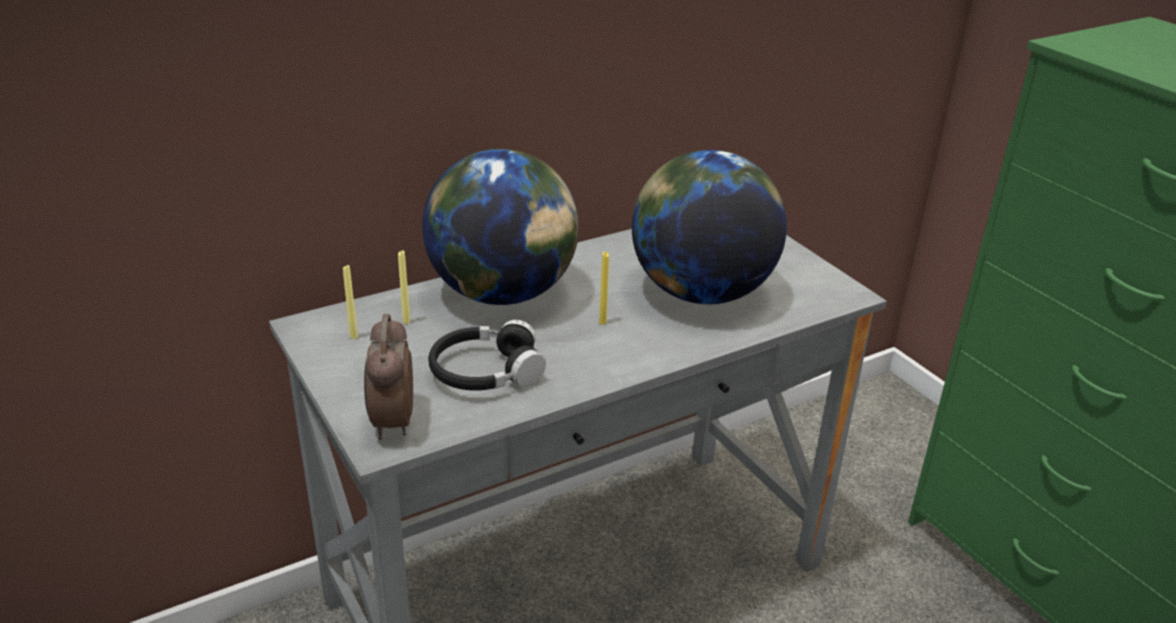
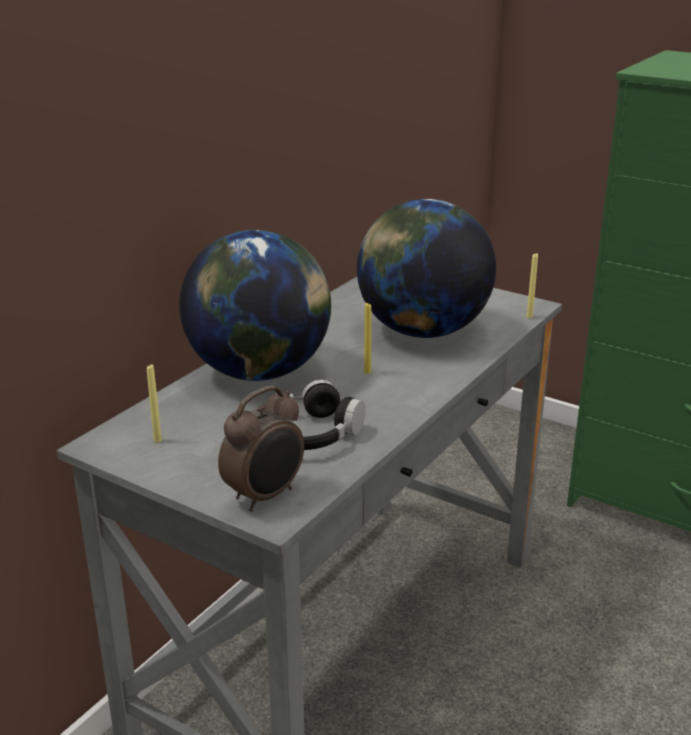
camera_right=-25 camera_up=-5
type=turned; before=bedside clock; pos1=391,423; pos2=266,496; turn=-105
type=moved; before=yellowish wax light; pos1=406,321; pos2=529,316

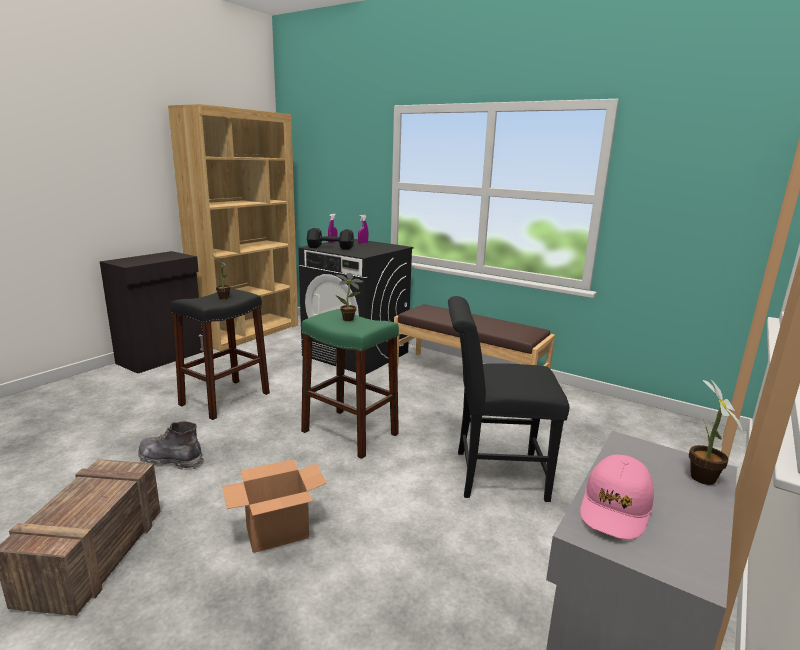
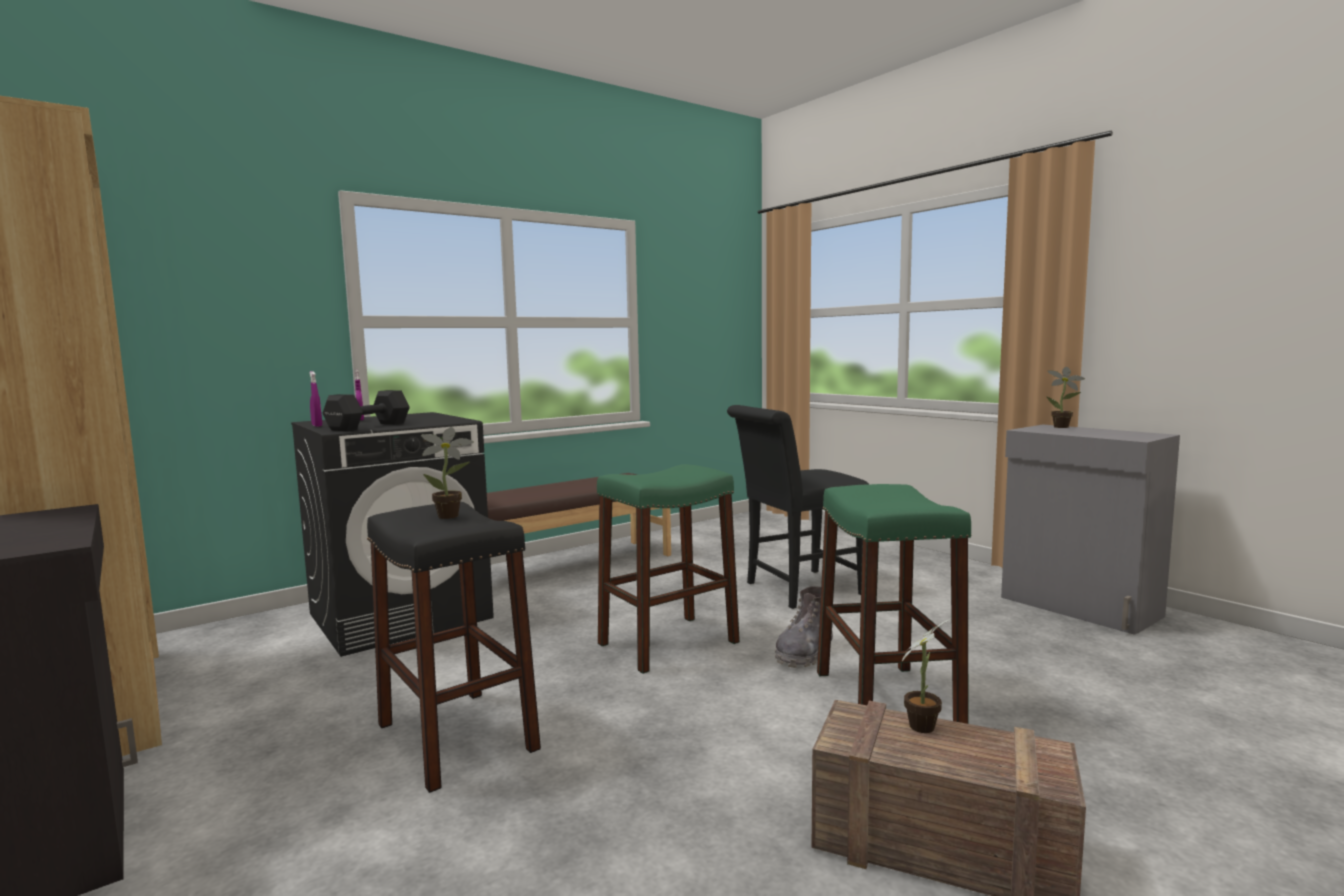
camera_right=-70 camera_up=-10
type=moved; before=gray boot; pos1=171,460; pos2=804,653
type=replaced; before=cardboard box; after=greenish stool seat; pos1=276,533; pos2=886,701
type=moved; before=plant in a pot; pos1=350,319; pos2=924,725
type=turned; before=black plain chair; pos1=492,475; pos2=796,590; turn=45
type=removed; before=pink-coloured cap; pos1=616,507

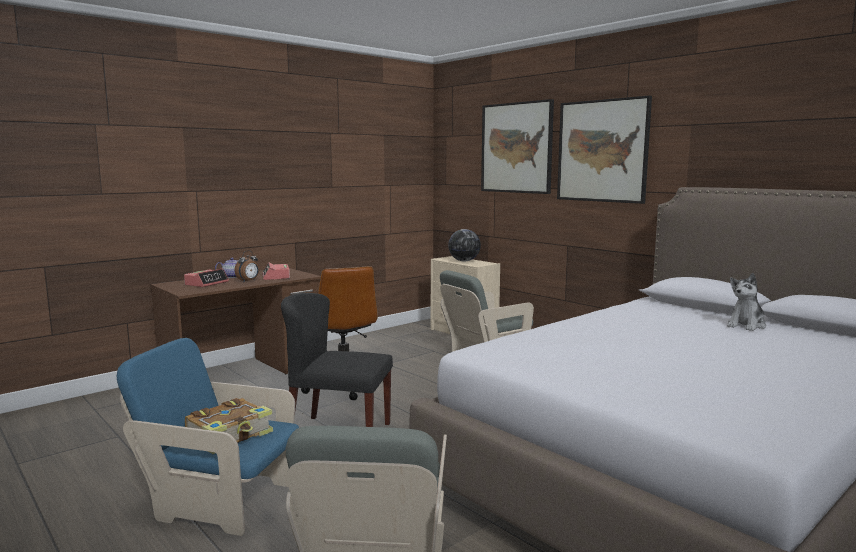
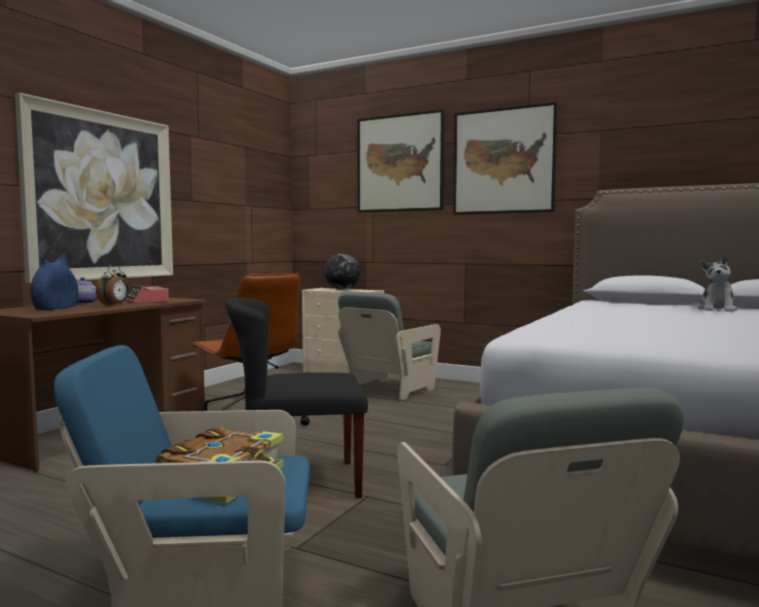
camera_right=-20 camera_up=-5
type=replaced; before=bedside clock; after=blue-coloured decorative vase; pos1=207,283; pos2=55,308
type=added; after=wall picture; pos2=101,196

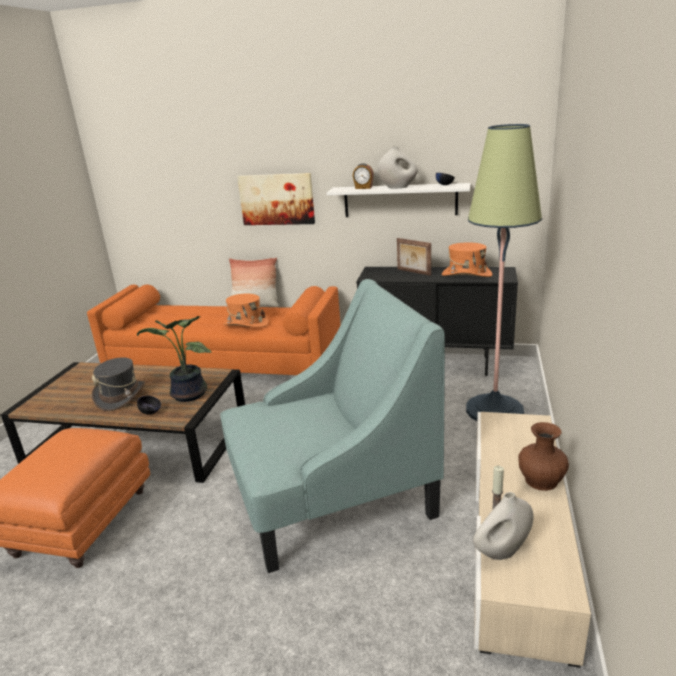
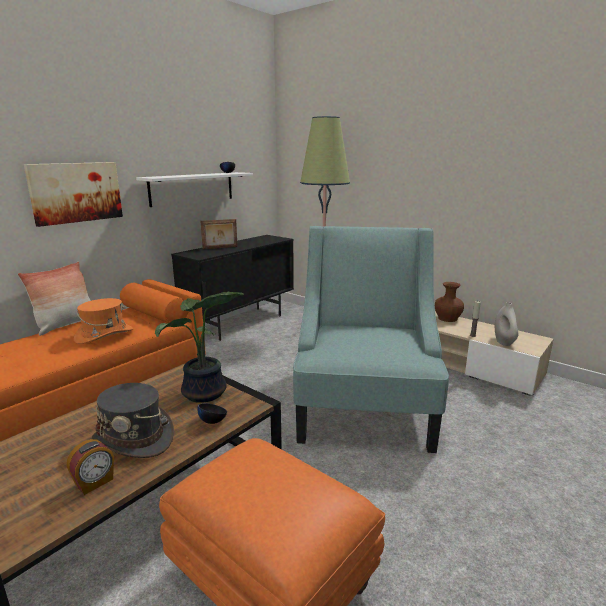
camera_right=-65 camera_up=-5
type=moved; before=bedside clock; pos1=363,188; pos2=95,483
type=removed; before=whitish decorative vase; pos1=398,187
type=removed; before=orange wearable hat; pos1=466,274

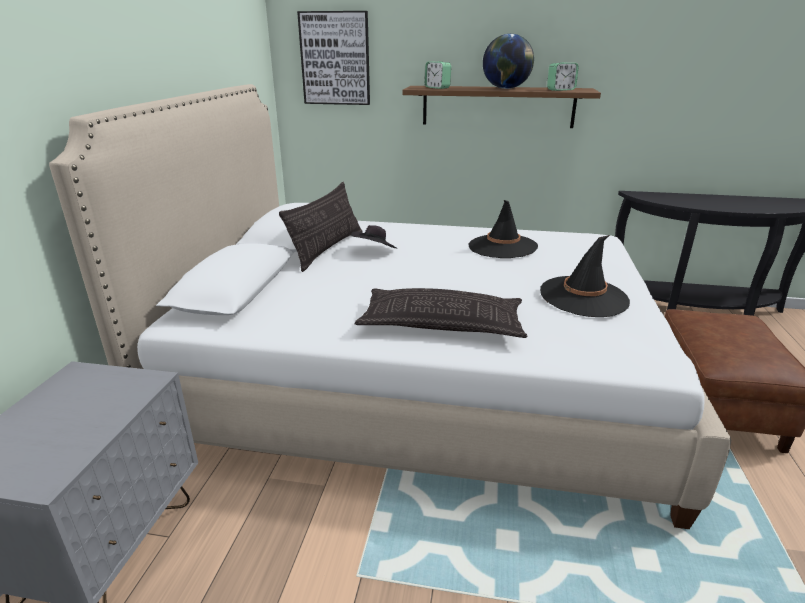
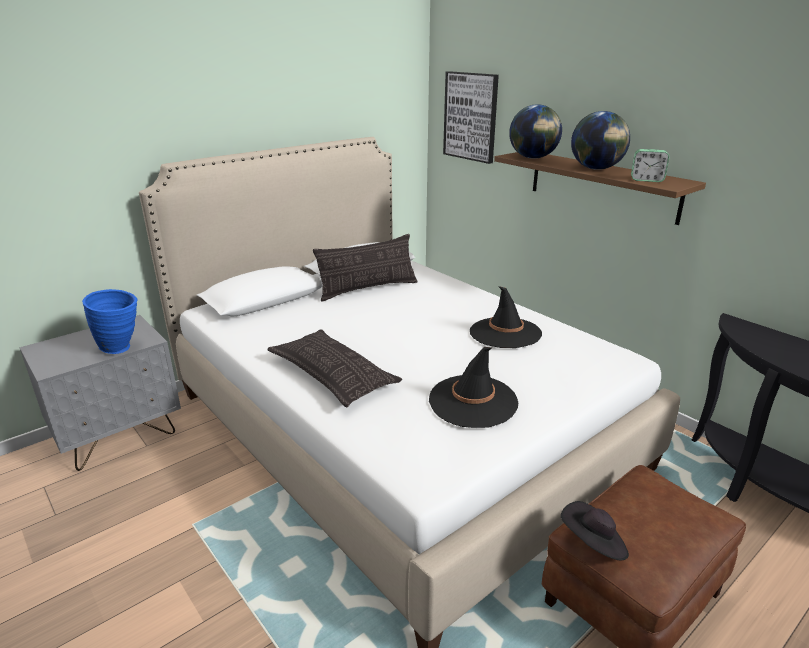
camera_right=40 camera_up=0
type=moved; before=black wearable hat; pos1=375,251; pos2=593,544
type=replaced; before=bedside clock; after=world globe; pos1=437,88; pos2=533,158
type=added; after=blue-coloured decorative vase; pos2=122,348

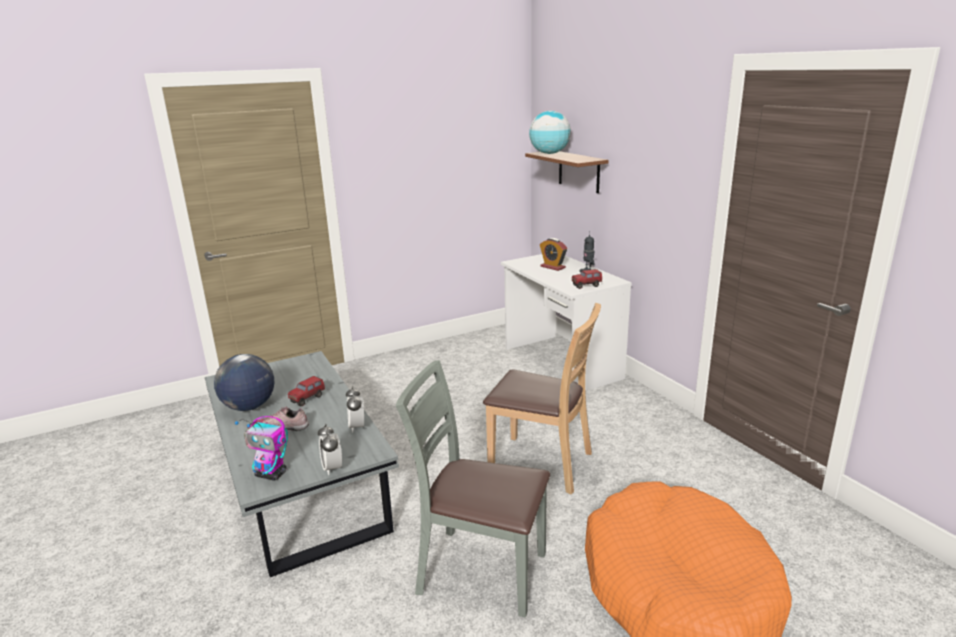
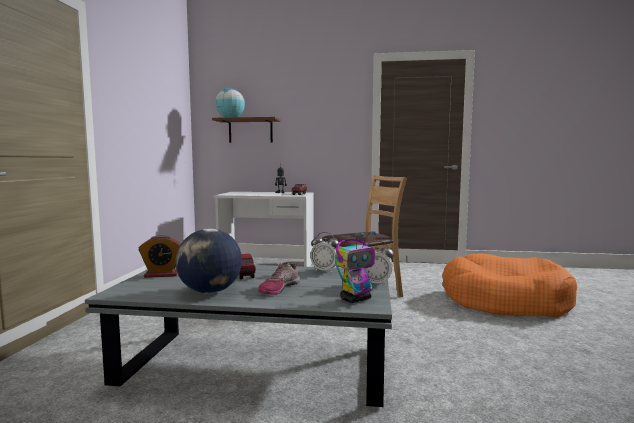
camera_right=-55 camera_up=-15
type=removed; before=gray plain chair; pos1=480,571
type=moved; before=bedside clock; pos1=553,267; pos2=162,274

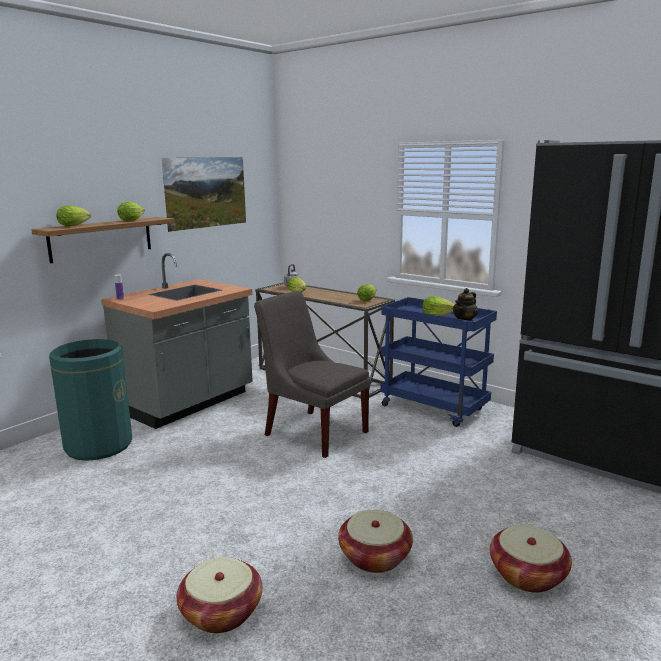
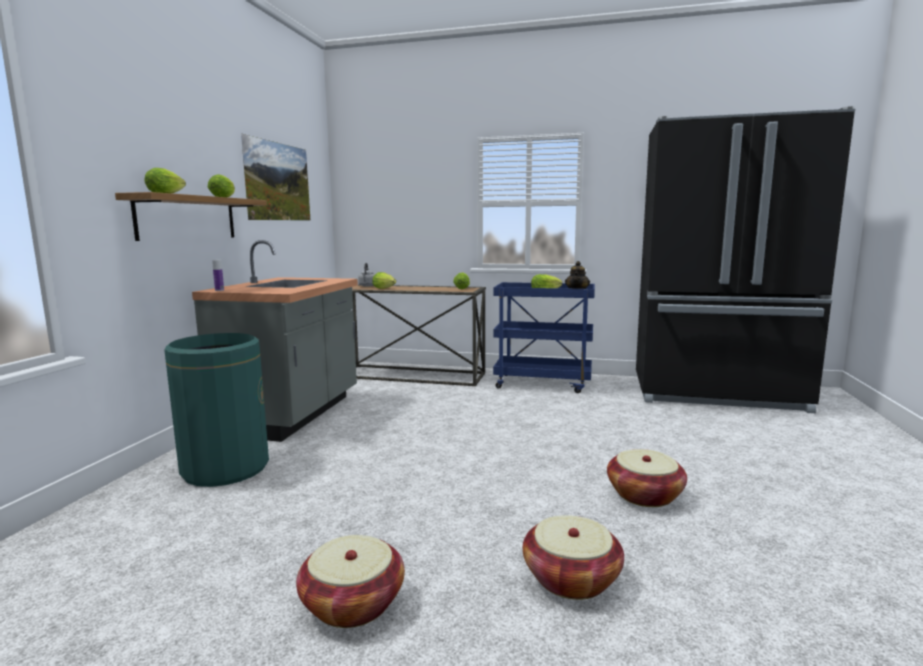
camera_right=-25 camera_up=-5
type=removed; before=gray plain chair; pos1=313,431
type=moved; before=storage basket; pos1=527,575; pos2=352,603

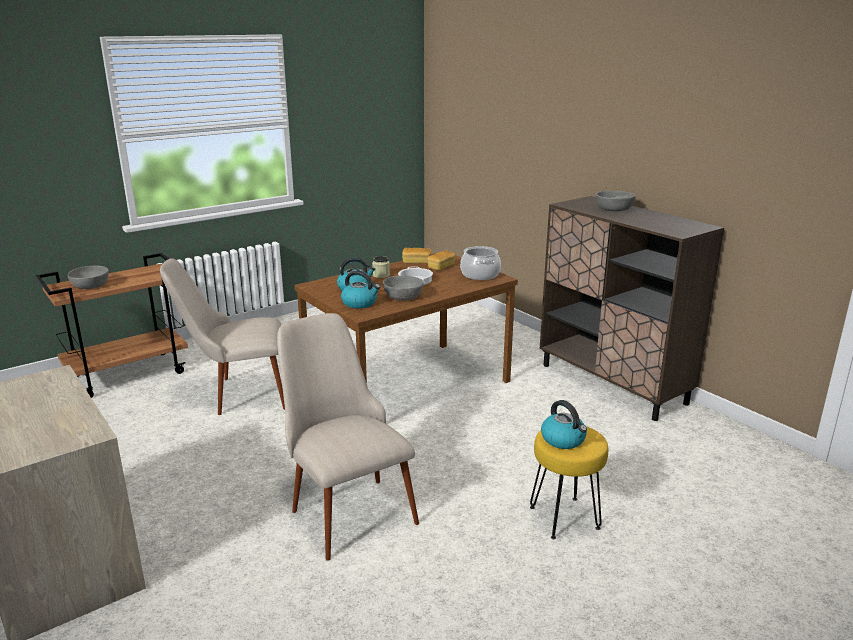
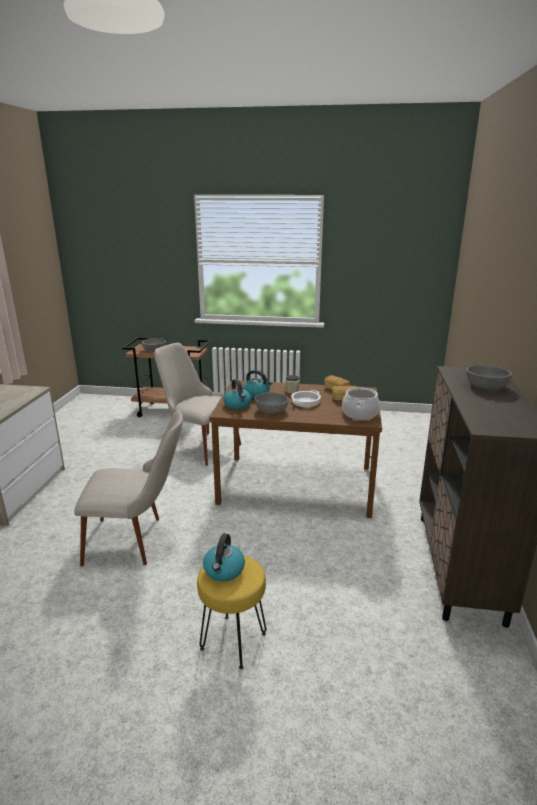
camera_right=45 camera_up=0
type=turned; before=beige-coloured plain chair; pos1=345,505; pos2=138,540; turn=75

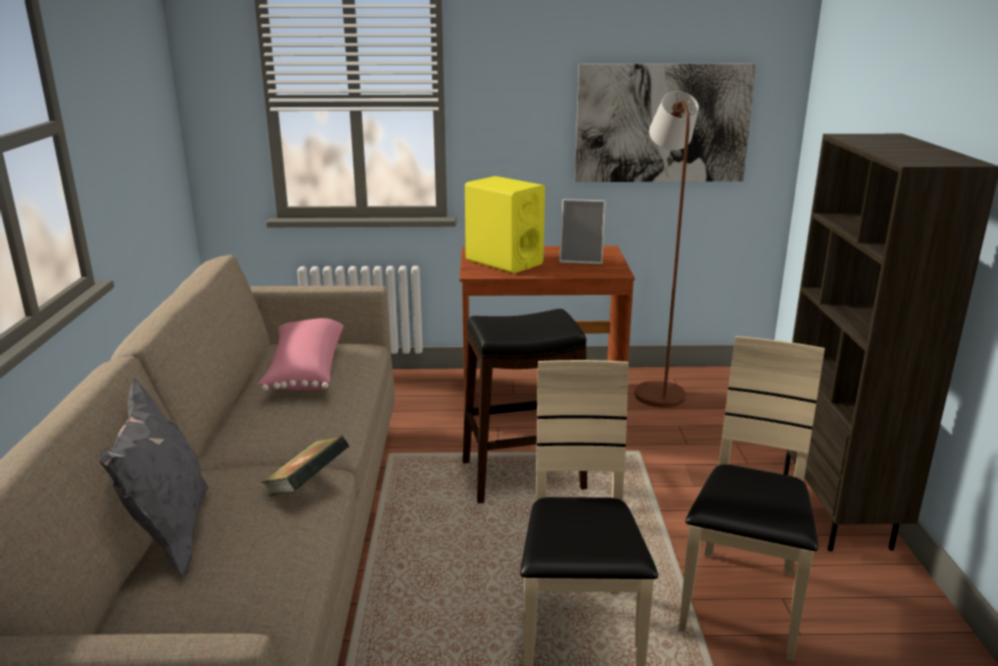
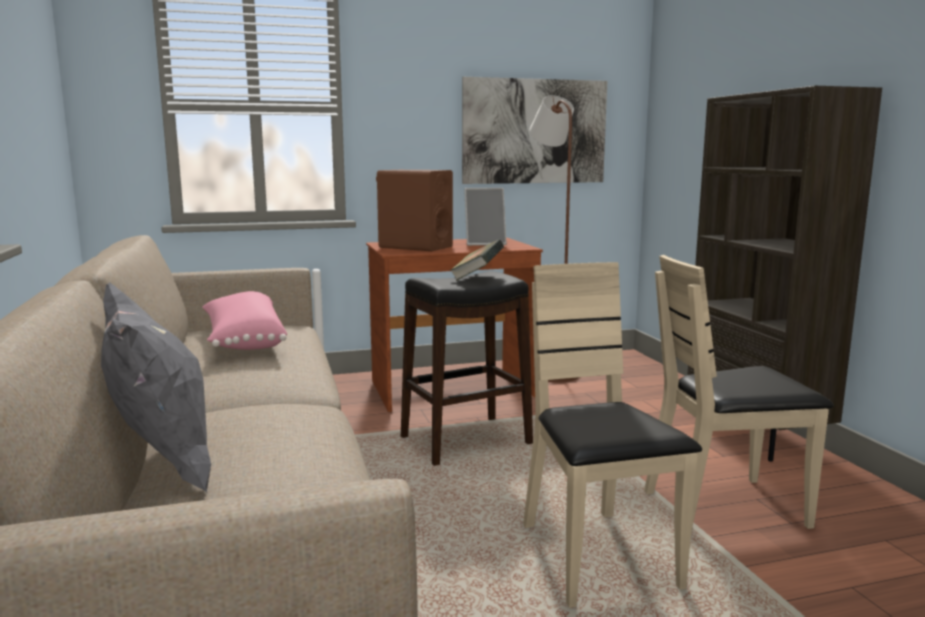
camera_right=-15 camera_up=-10
type=moved; before=volume; pos1=307,486; pos2=477,277
type=recoloured; before=yellowish speaker; after=brown-coloured speaker; pos1=503,262; pos2=415,247
type=turned; before=beige-coloured plain chair; pos1=741,602; pos2=725,507; turn=-105

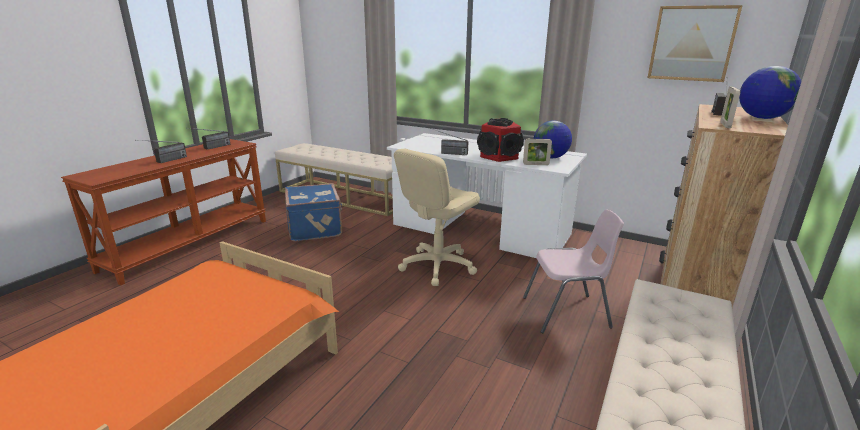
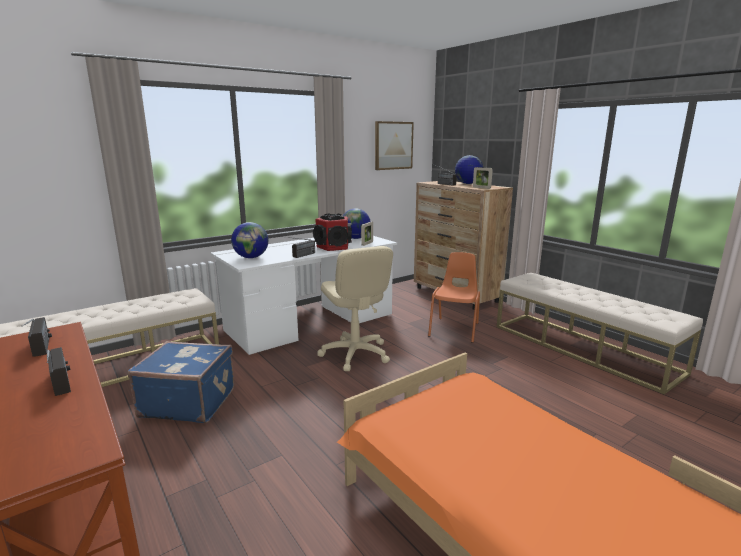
camera_right=-65 camera_up=-5
type=recoloured; before=pink-coloured plain chair; after=orange plain chair; pos1=567,313; pos2=455,329
type=added; after=world globe; pos2=251,257

